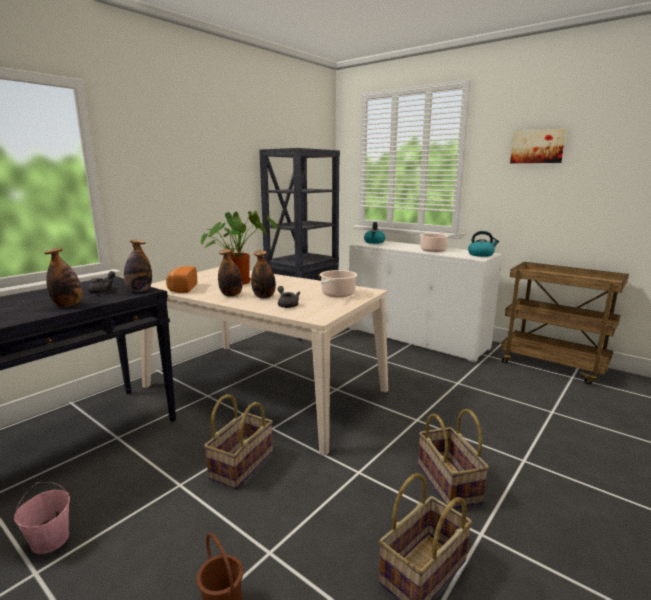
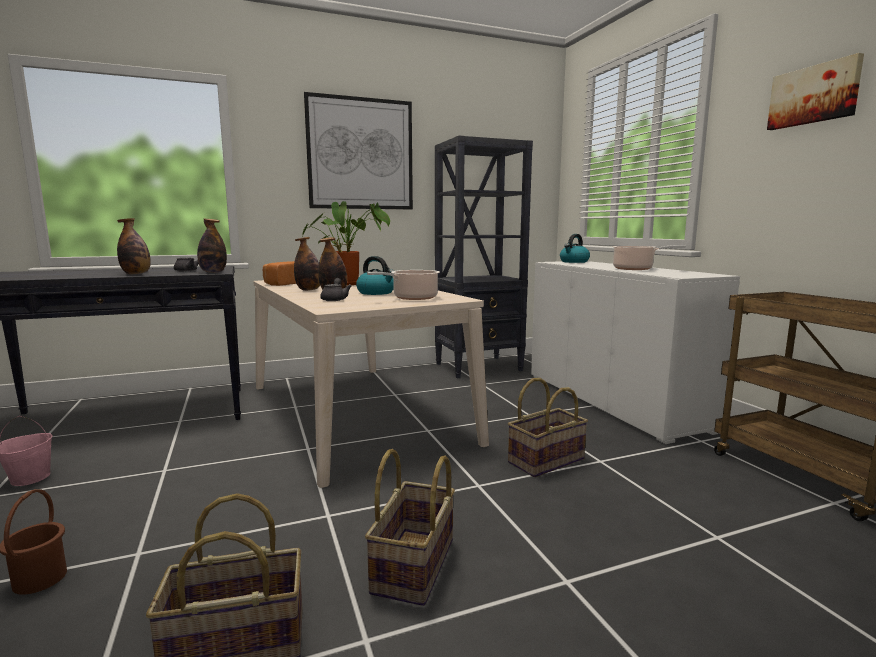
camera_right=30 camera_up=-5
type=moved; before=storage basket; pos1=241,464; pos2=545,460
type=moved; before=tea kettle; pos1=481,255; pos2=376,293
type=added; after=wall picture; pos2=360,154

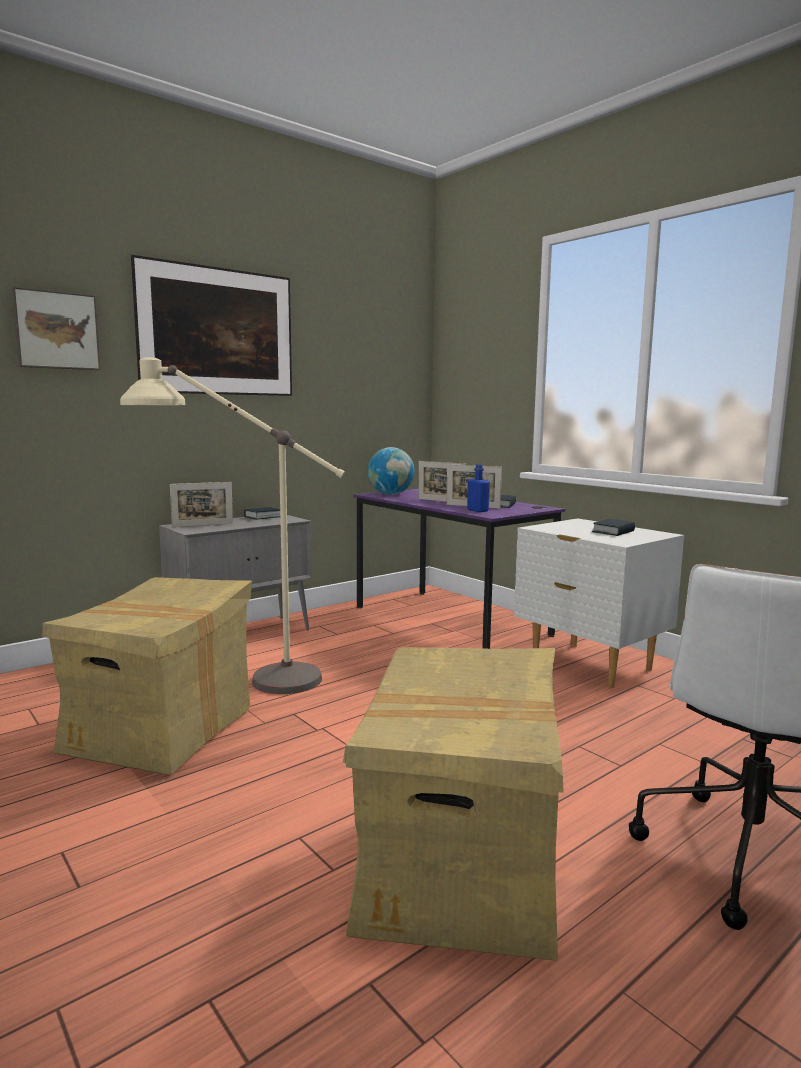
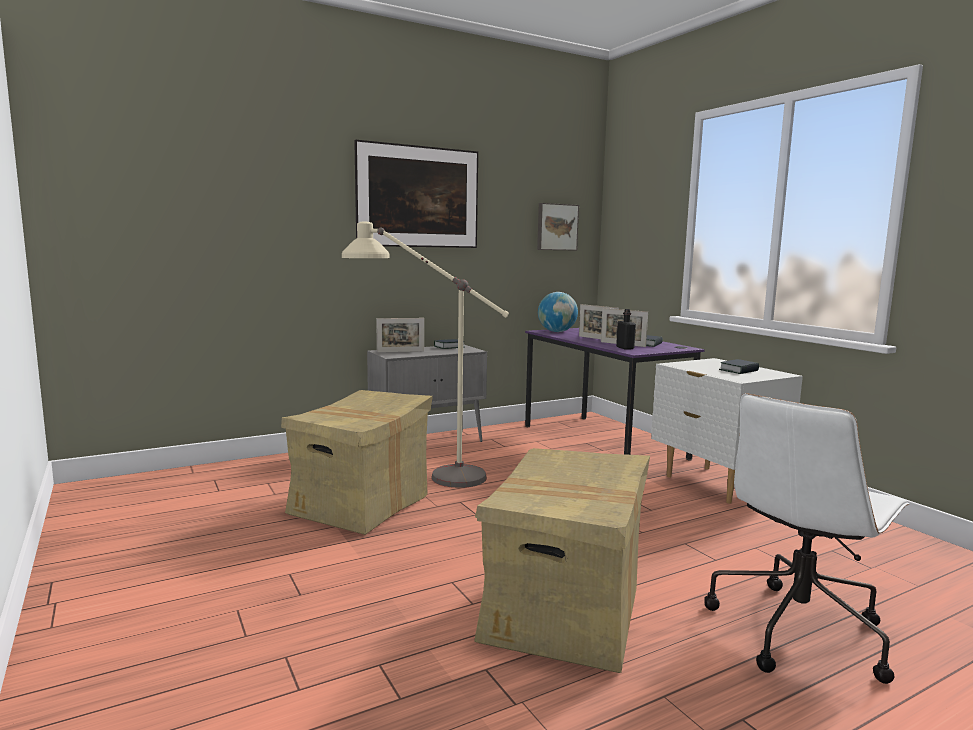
camera_right=10 camera_up=0
type=moved; before=wall picture; pos1=56,330; pos2=556,227
type=recoloured; before=blue-coloured beverage bottle; after=black beverage bottle; pos1=477,510; pos2=625,348

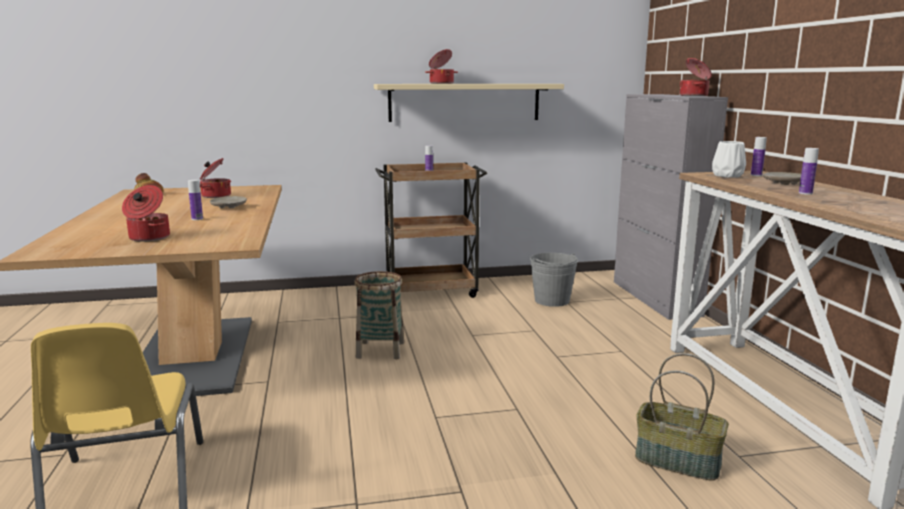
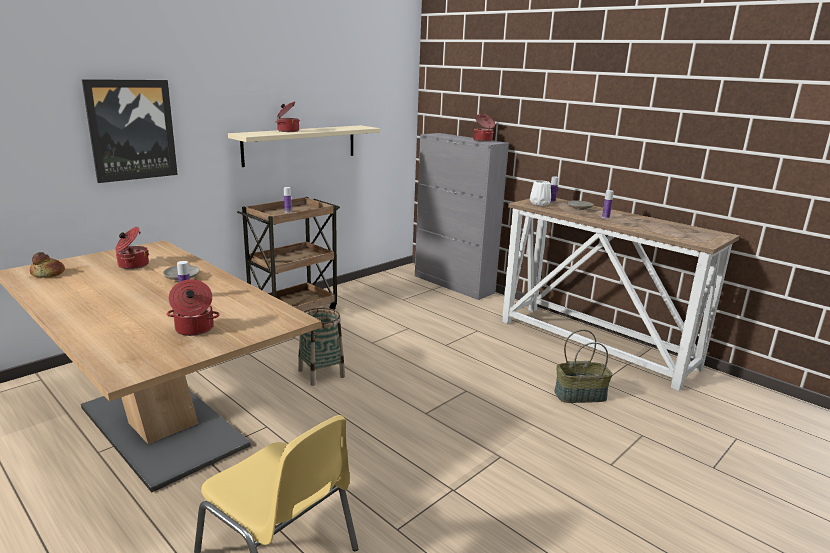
camera_right=-35 camera_up=5
type=removed; before=gray pail; pos1=552,300
type=added; after=wall picture; pos2=131,130

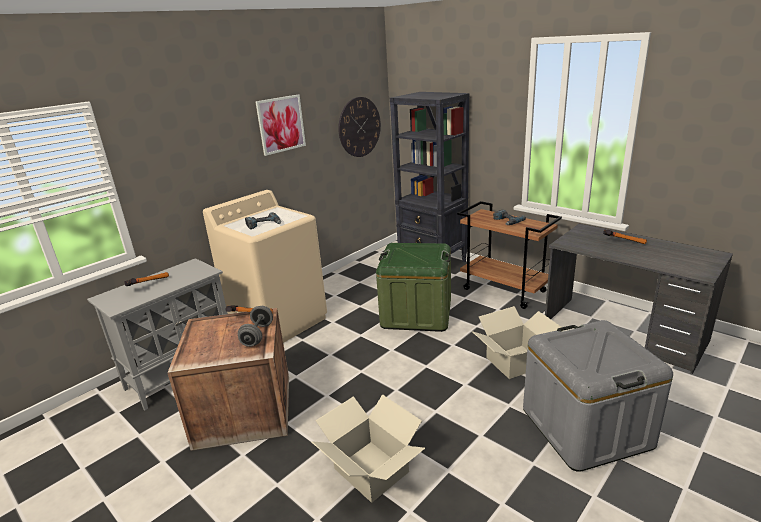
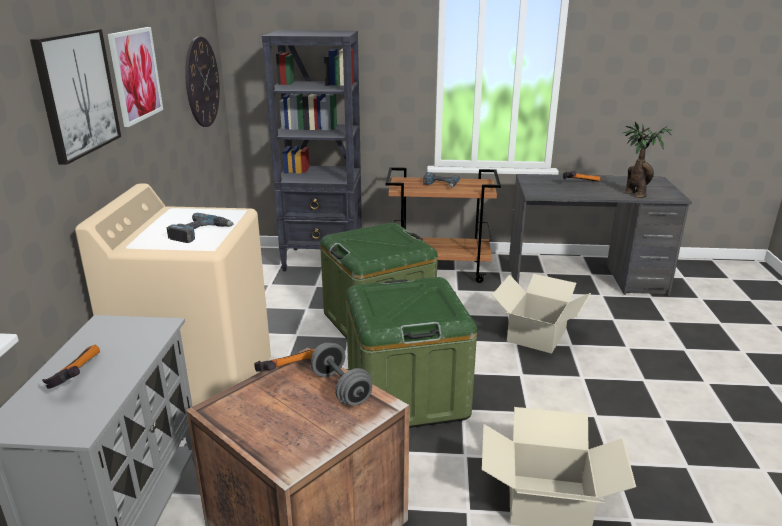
camera_right=-40 camera_up=0
type=removed; before=gray storage box; pos1=585,427
type=added; after=wall picture; pos2=76,93
type=added; after=greenish storage box; pos2=406,394
type=added; after=plant in a pot; pos2=634,194

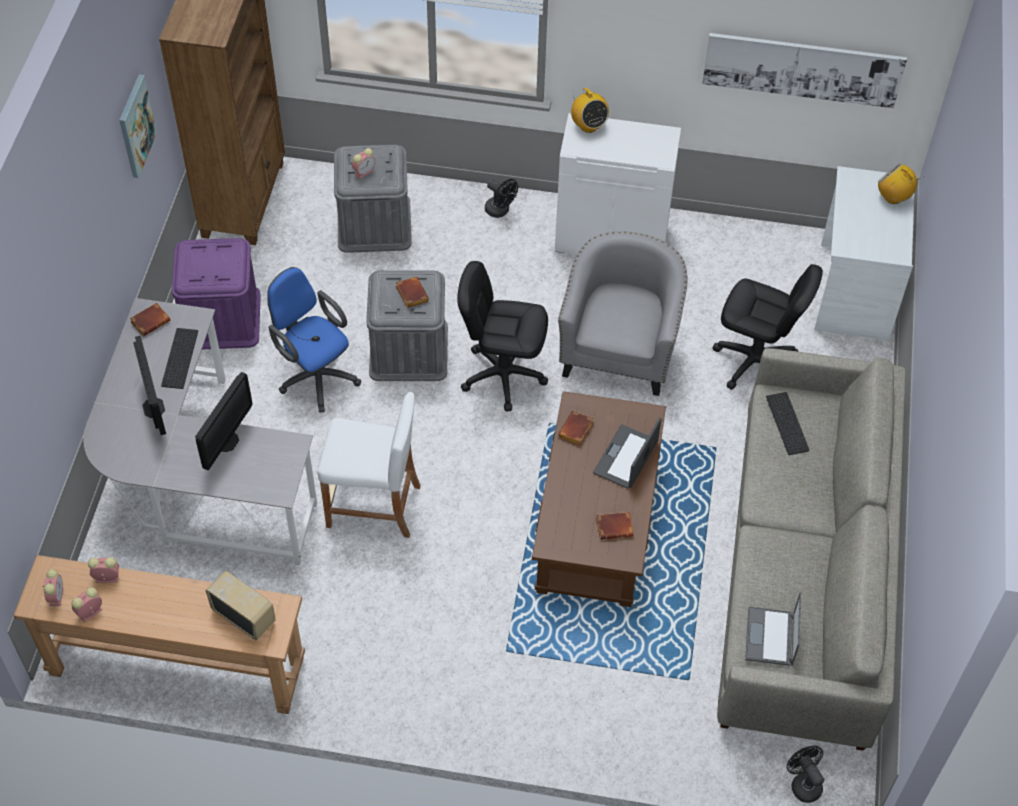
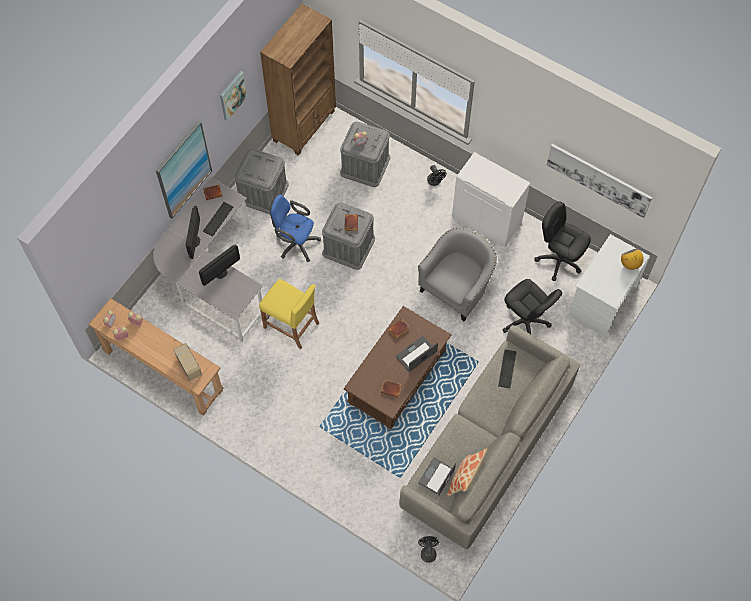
camera_right=25 camera_up=10
type=recoloured; before=purple-coloured storage box; after=gray storage box; pos1=221,318; pos2=263,192
type=turned; before=blue-coloured computer chair; pos1=315,375; pos2=295,242; turn=-45
type=recoloured; before=whitish stool seat; after=yellowish stool seat; pos1=373,506; pos2=291,325
type=moved; before=black computer chair; pos1=503,375; pos2=559,259
type=removed; before=radio; pos1=588,126
type=added; after=wall picture; pos2=183,169
type=added; after=pillow; pos2=465,479

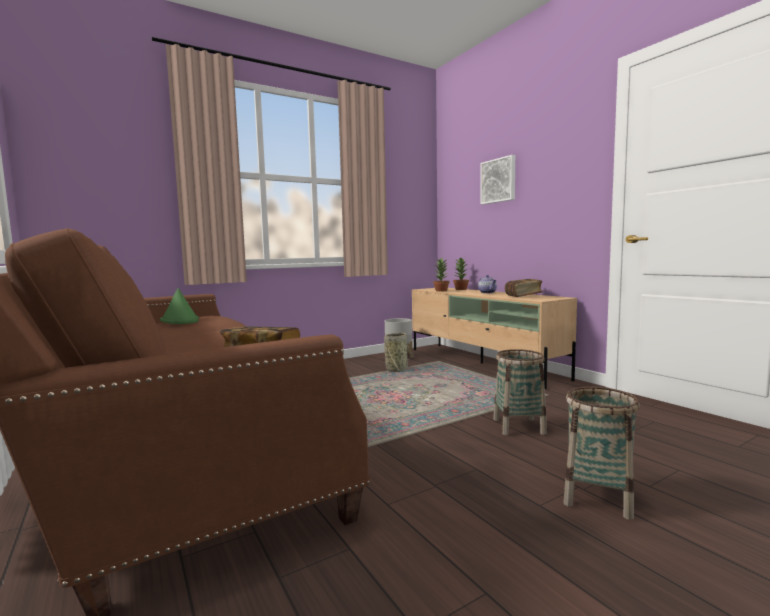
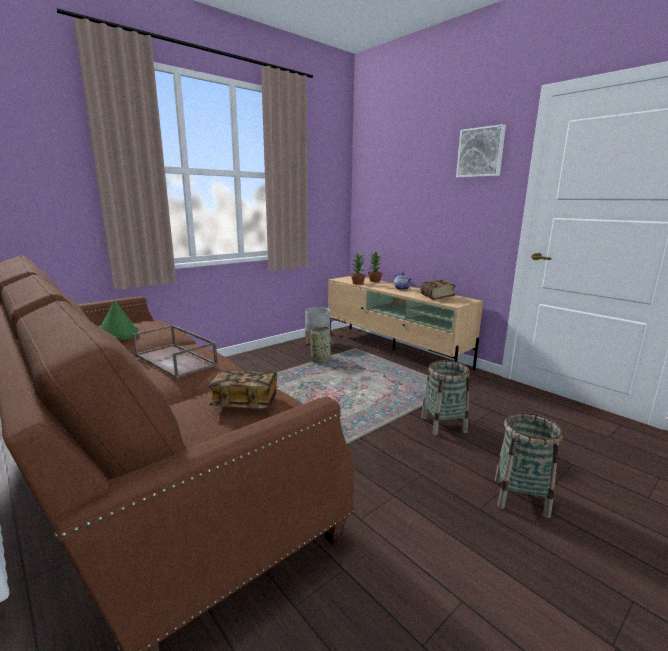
camera_right=-10 camera_up=10
type=moved; before=wall picture; pos1=499,180; pos2=481,152
type=added; after=brown-coloured carrying tray; pos2=177,360

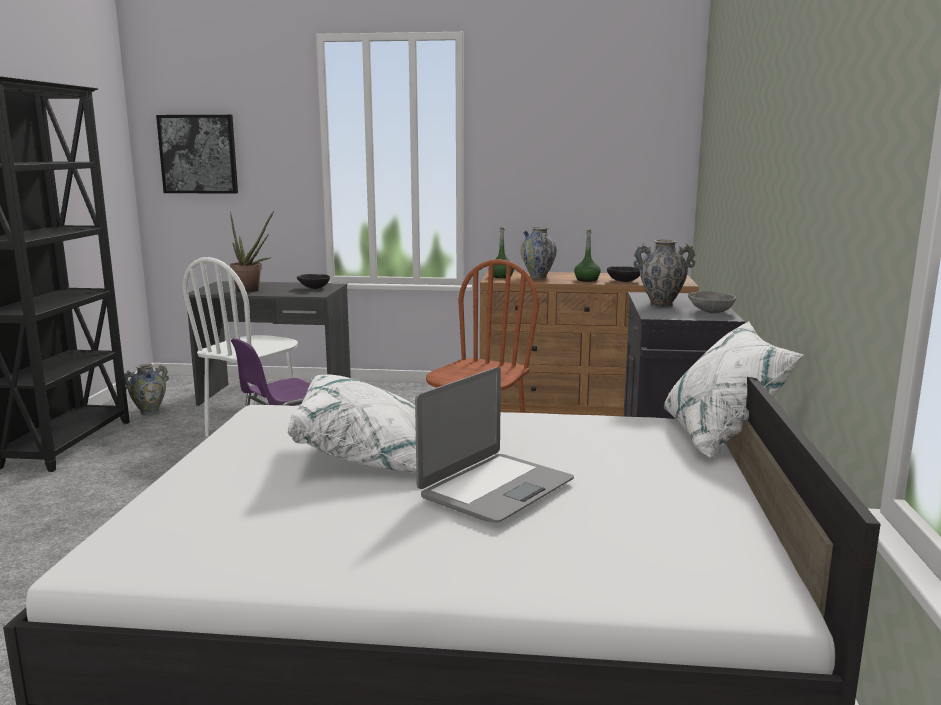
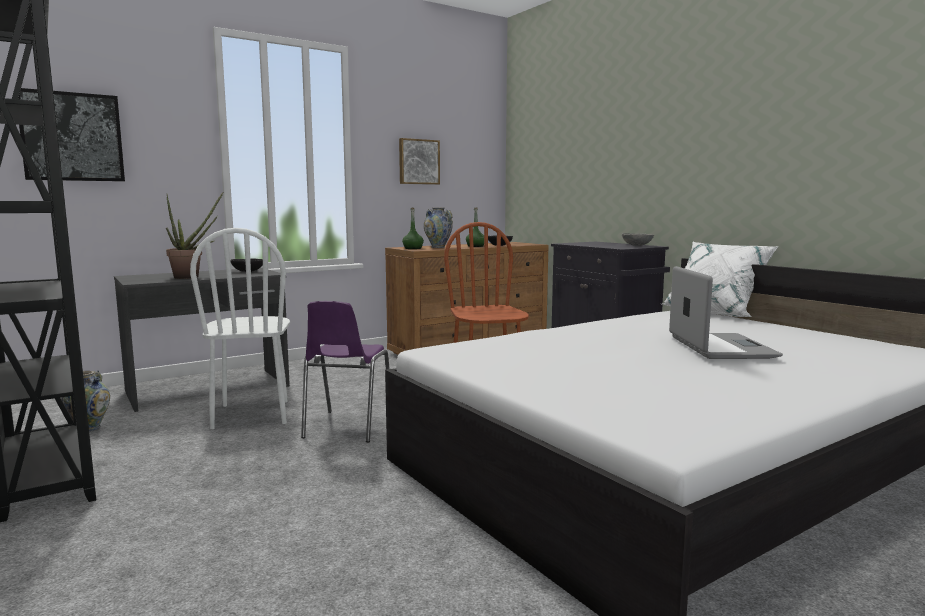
camera_right=-40 camera_up=-5
type=removed; before=whitish pillow; pos1=366,455
type=removed; before=decorative vase; pos1=661,304
type=added; after=wall picture; pos2=418,162

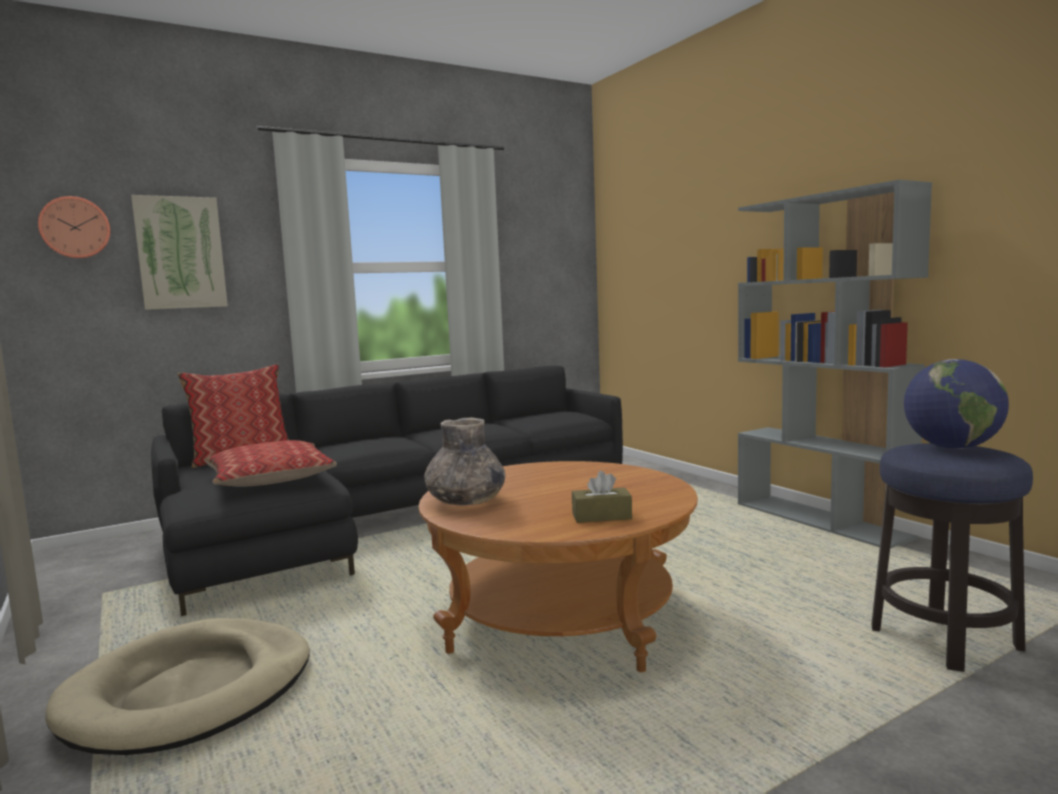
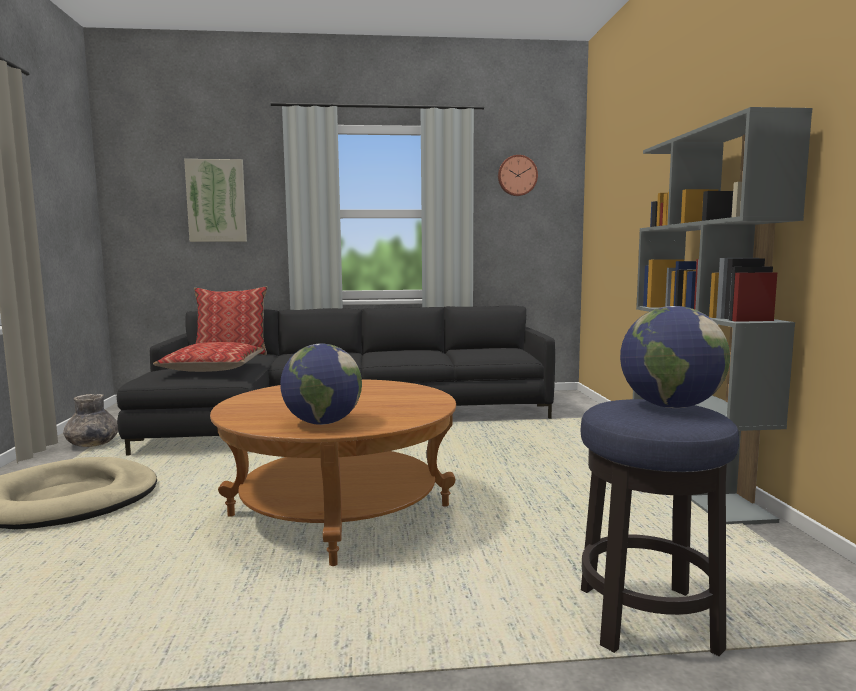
camera_right=25 camera_up=0
type=moved; before=wall clock; pos1=75,228; pos2=517,175
type=moved; before=gray decorative vase; pos1=466,502; pos2=92,444
type=replaced; before=brown-coloured box of tissues; after=world globe; pos1=601,516; pos2=322,423

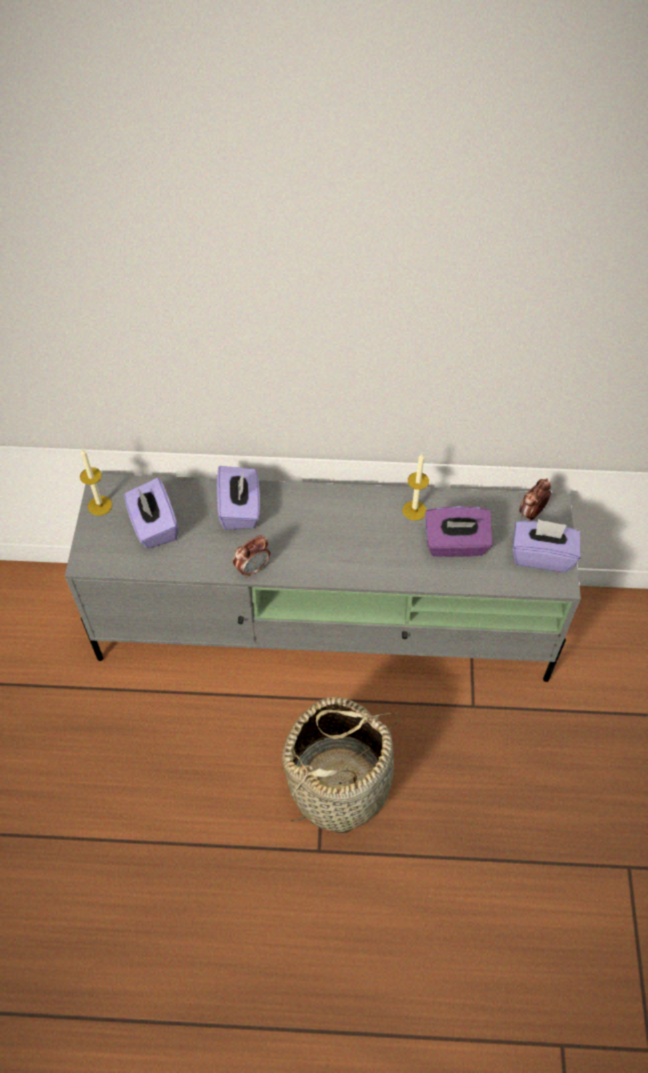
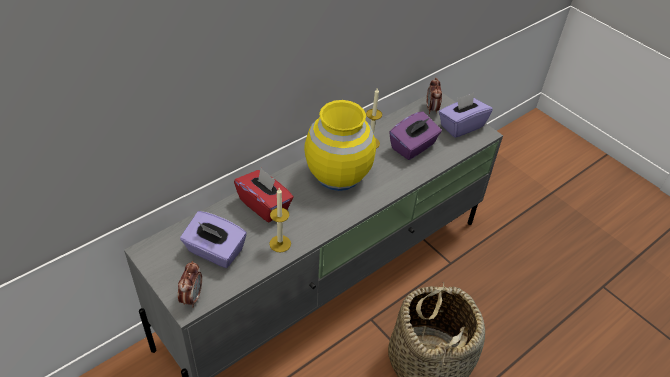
camera_right=-45 camera_up=-10
type=moved; before=wax light; pos1=100,505; pos2=280,243
type=recoloured; before=purple-coloured box of tissues; after=reddish box of tissues; pos1=240,509; pos2=264,205
type=moved; before=bedside clock; pos1=253,568; pos2=192,297
type=added; after=yellowish decorative vase; pos2=338,174

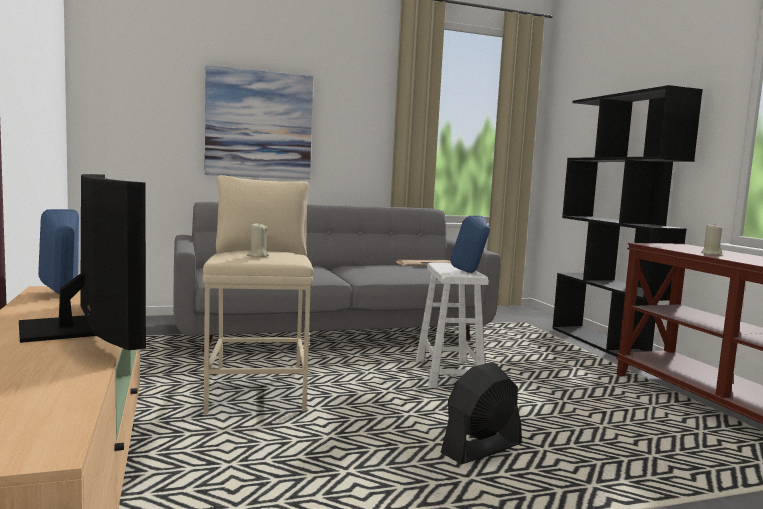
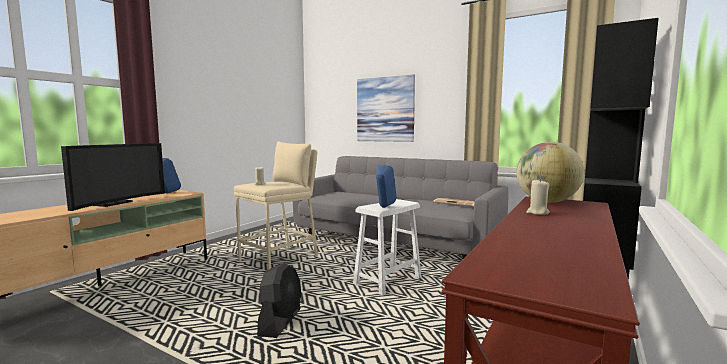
camera_right=50 camera_up=0
type=turned; before=black fan; pos1=481,449; pos2=280,322; turn=90
type=added; after=world globe; pos2=547,202

